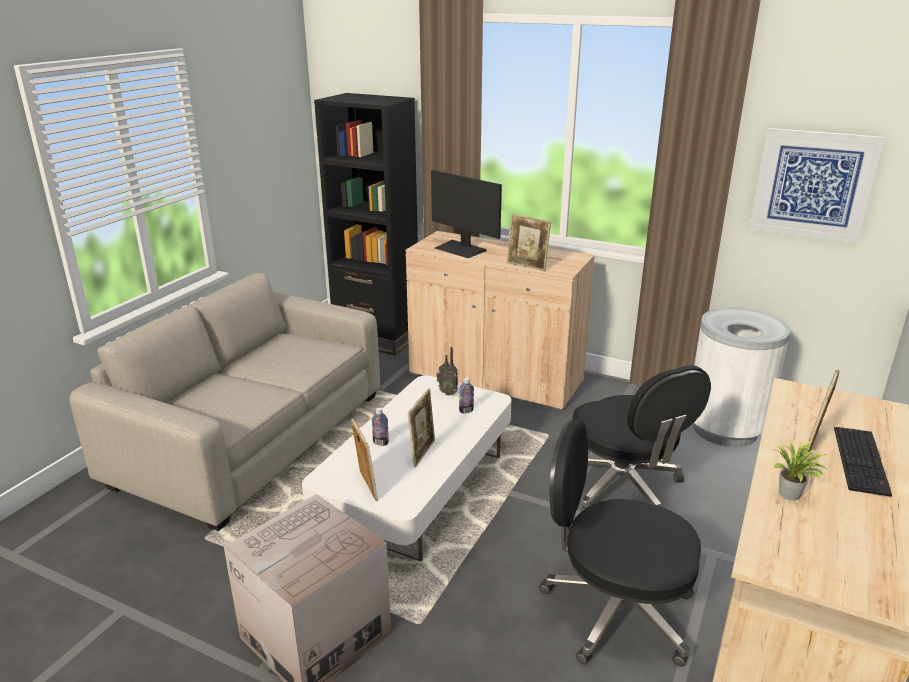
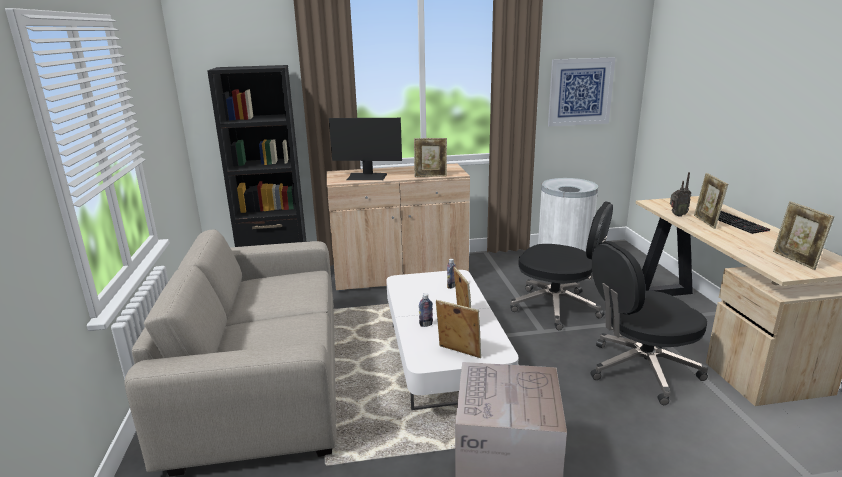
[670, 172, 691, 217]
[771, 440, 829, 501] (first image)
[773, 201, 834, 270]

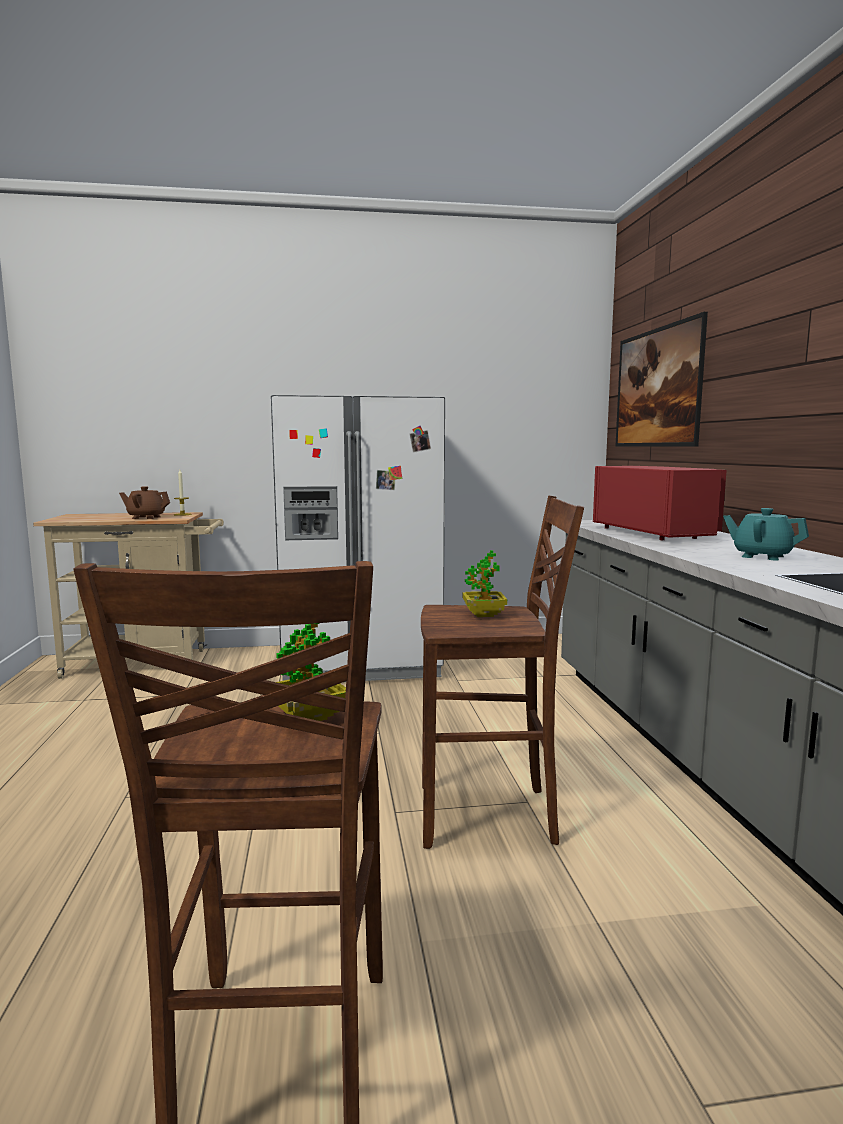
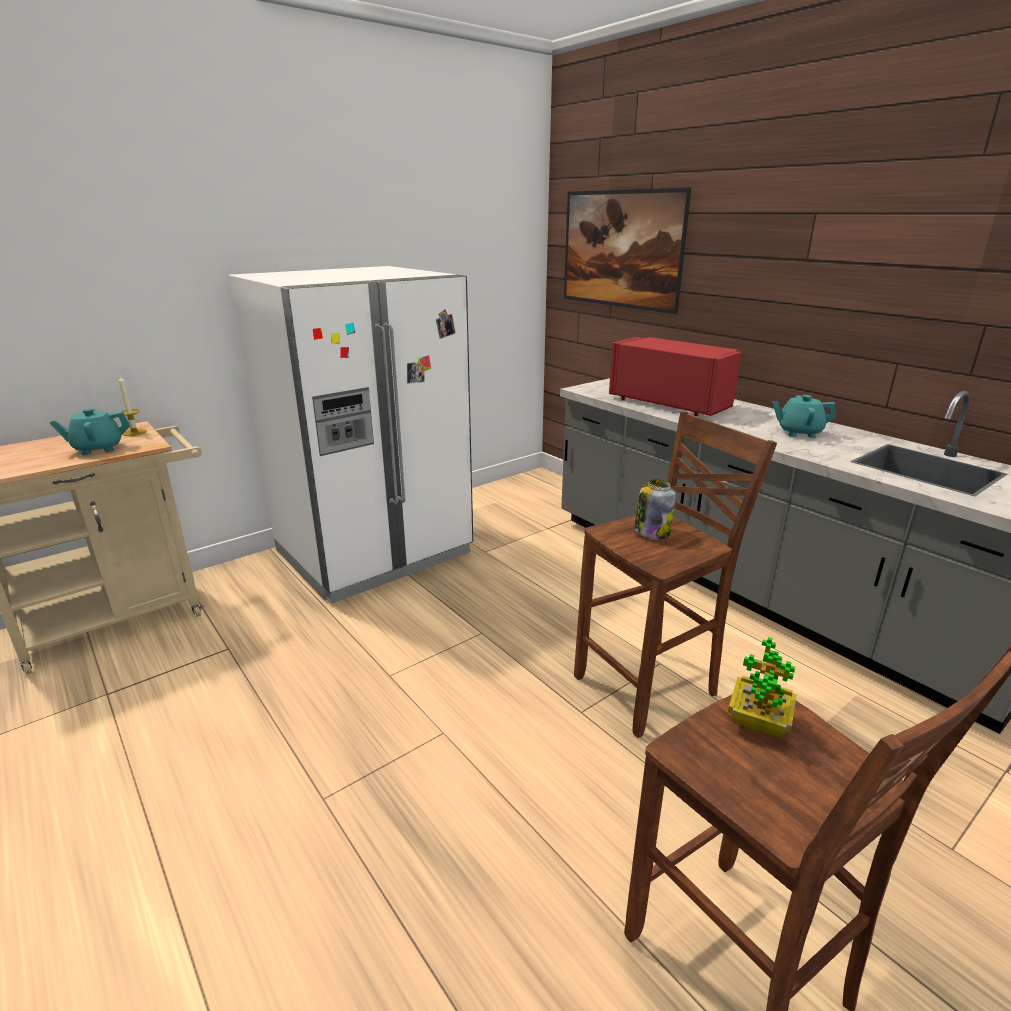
[50, 408, 130, 455]
[634, 479, 676, 539]

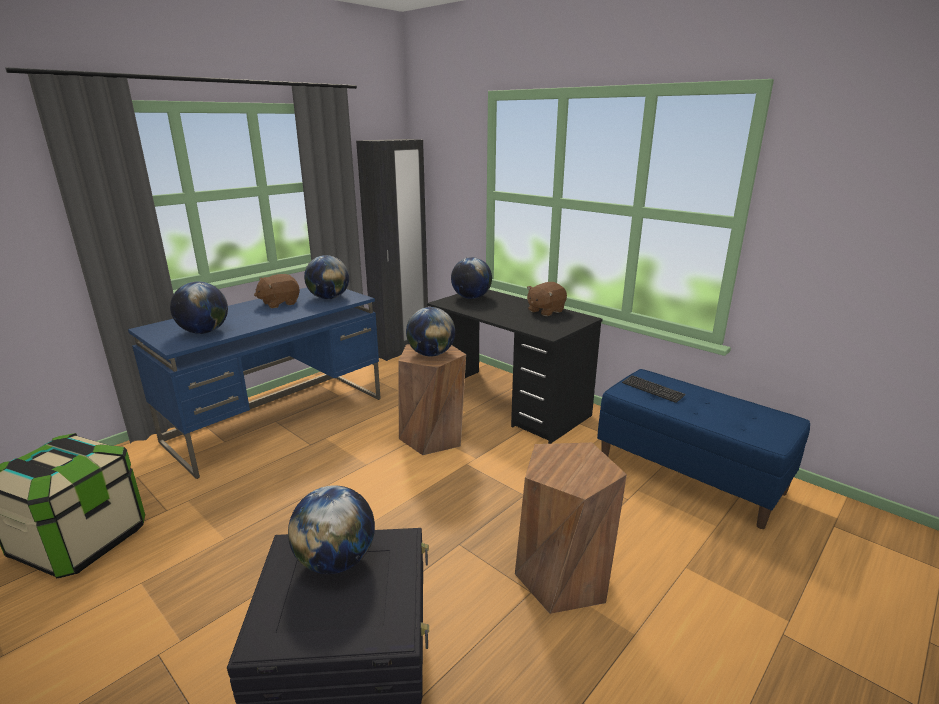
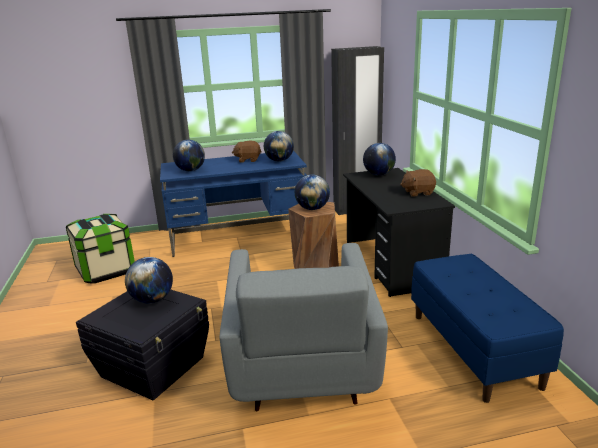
[220, 243, 388, 411]
[622, 375, 686, 403] (first image)

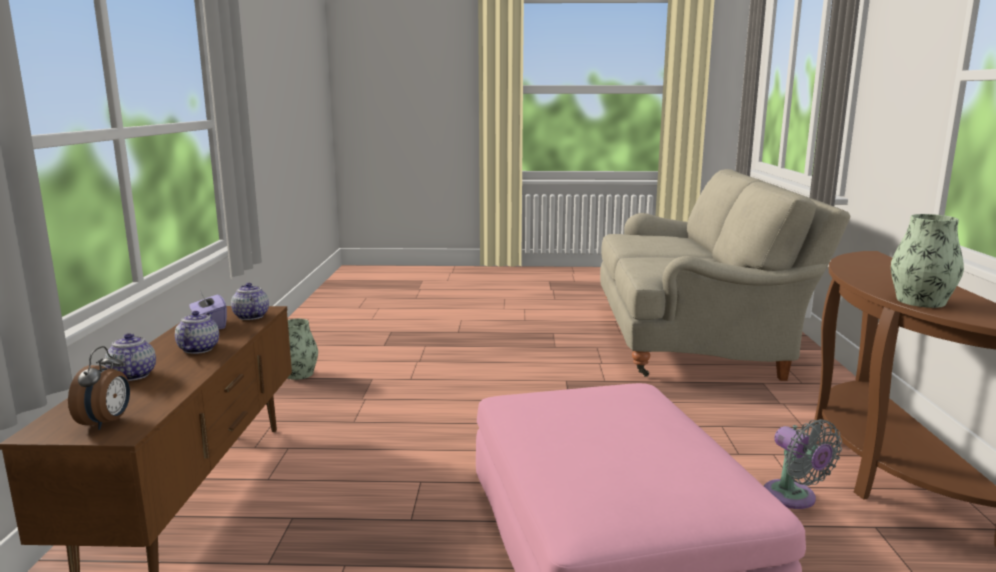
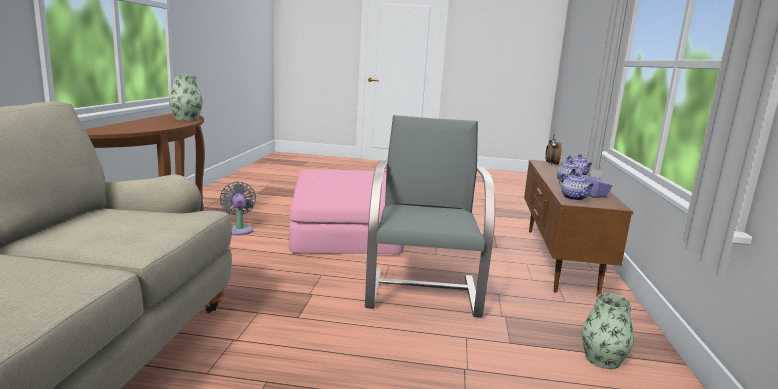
[365, 115, 495, 318]

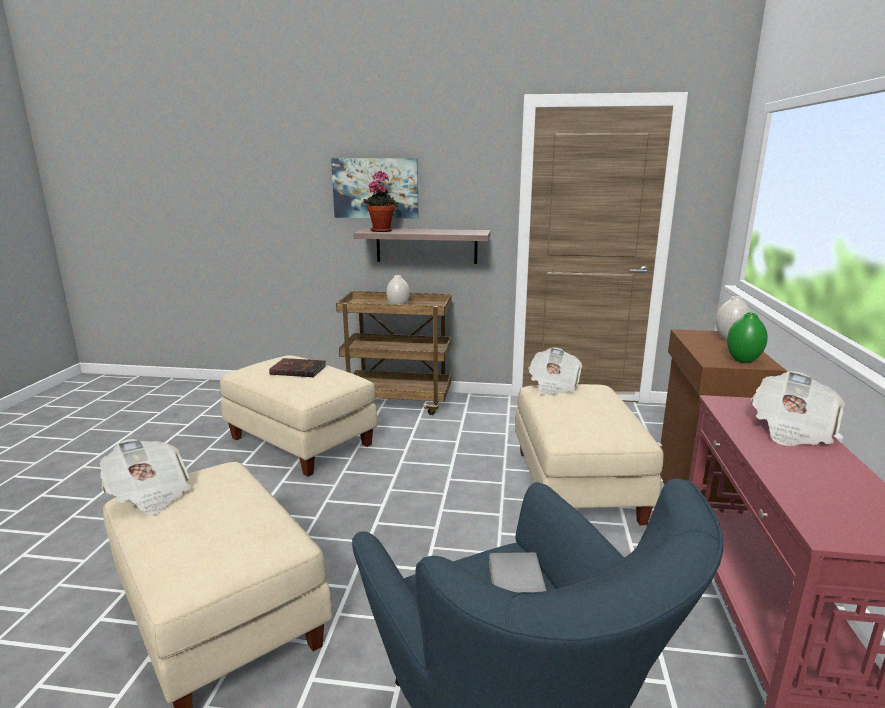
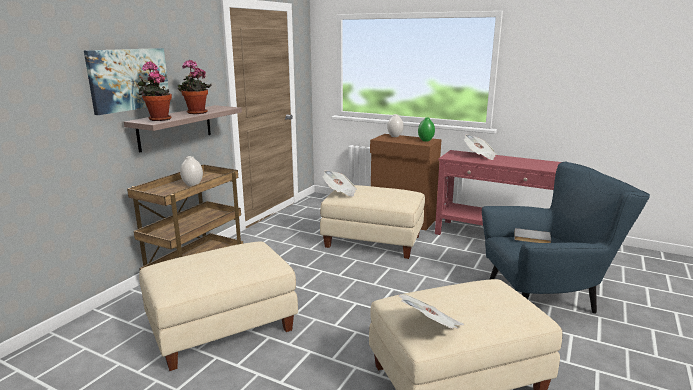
[269, 358, 327, 377] (first image)
[178, 60, 212, 114]

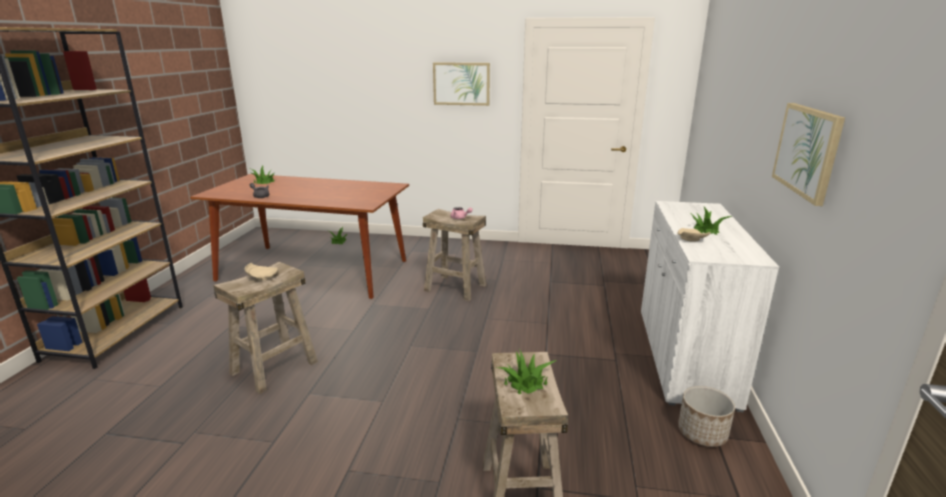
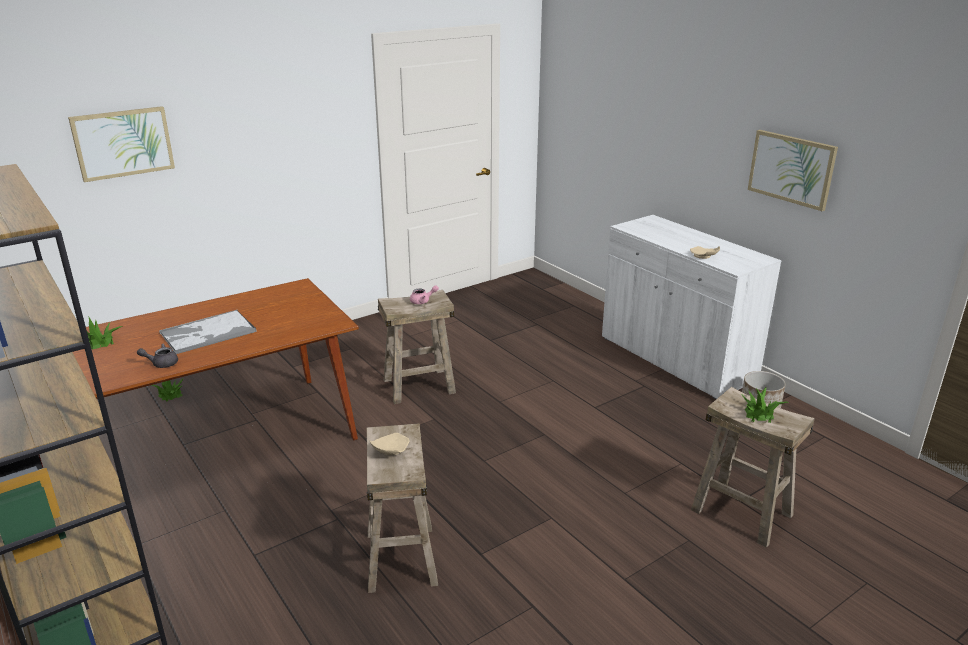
[68, 106, 175, 182]
[691, 207, 732, 235] (first image)
[159, 309, 257, 354]

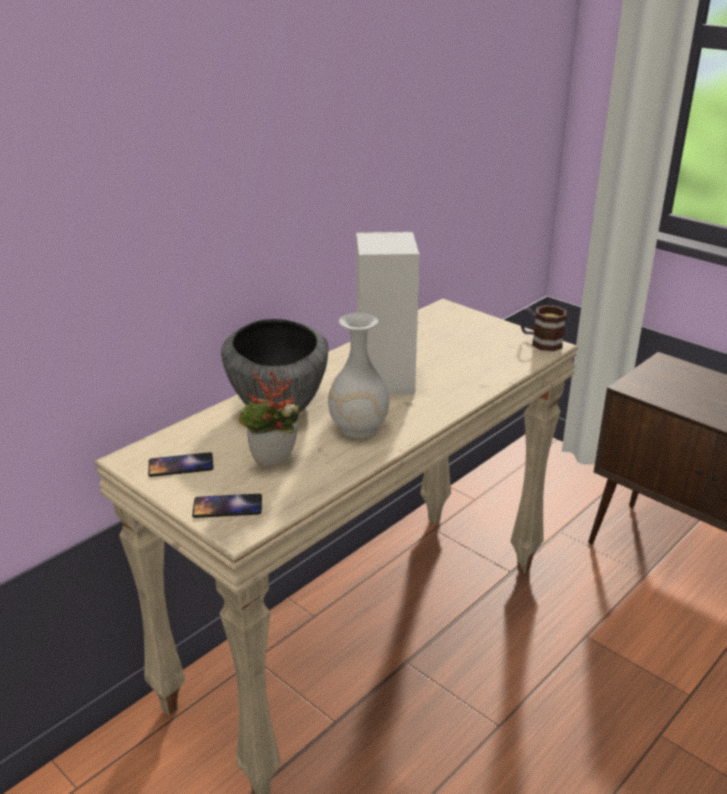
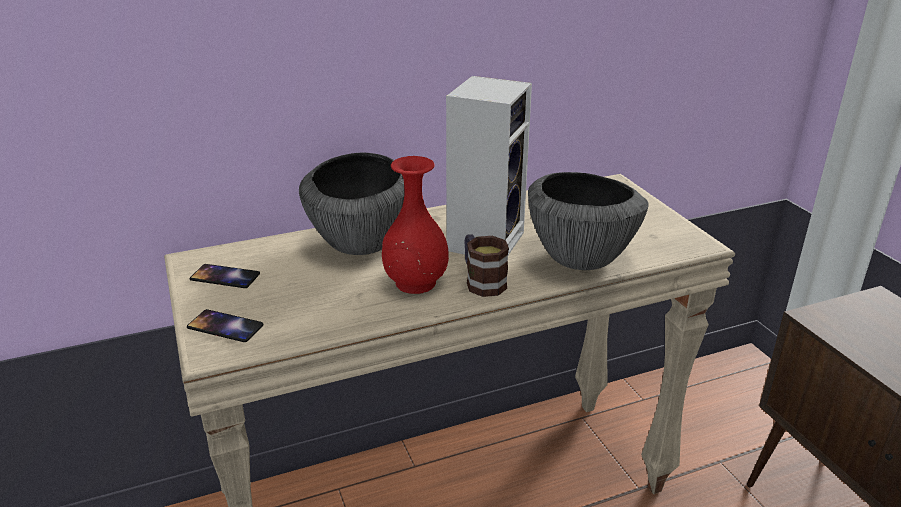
[238, 370, 299, 466] (first image)
[382, 156, 449, 294]
[464, 234, 509, 297]
[528, 172, 649, 270]

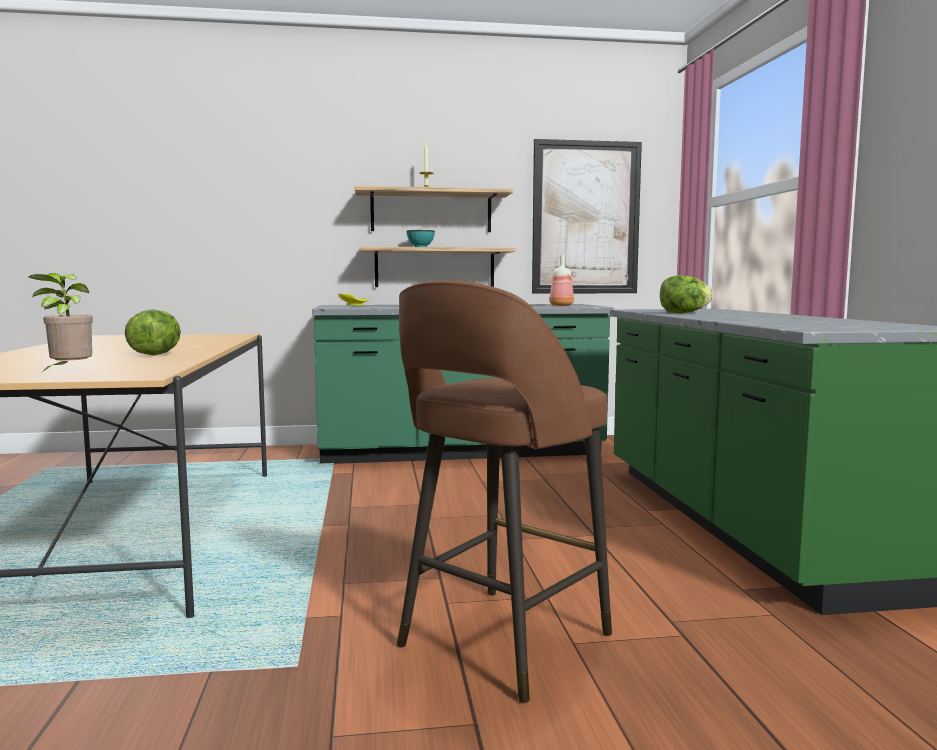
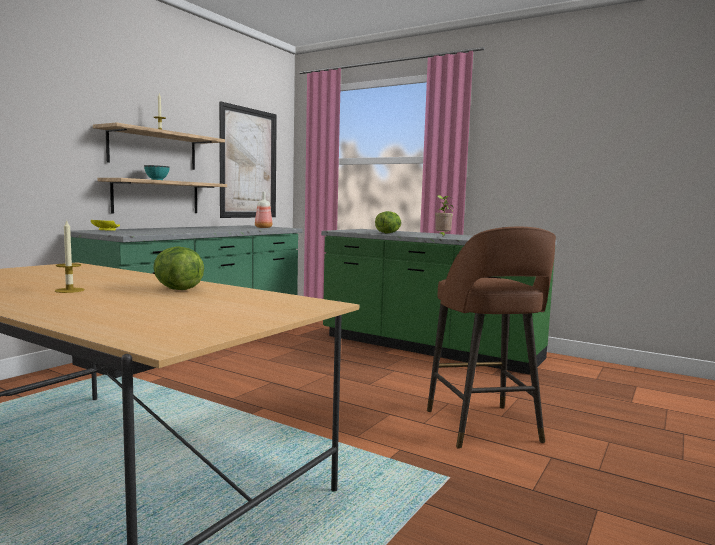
[435, 195, 454, 236]
[55, 219, 85, 293]

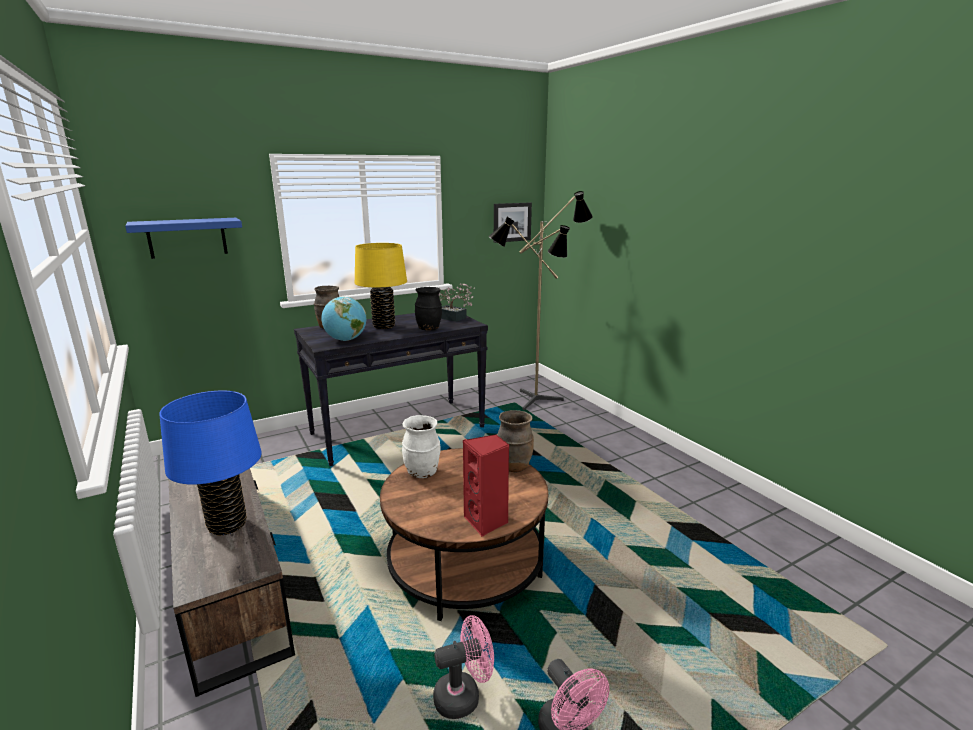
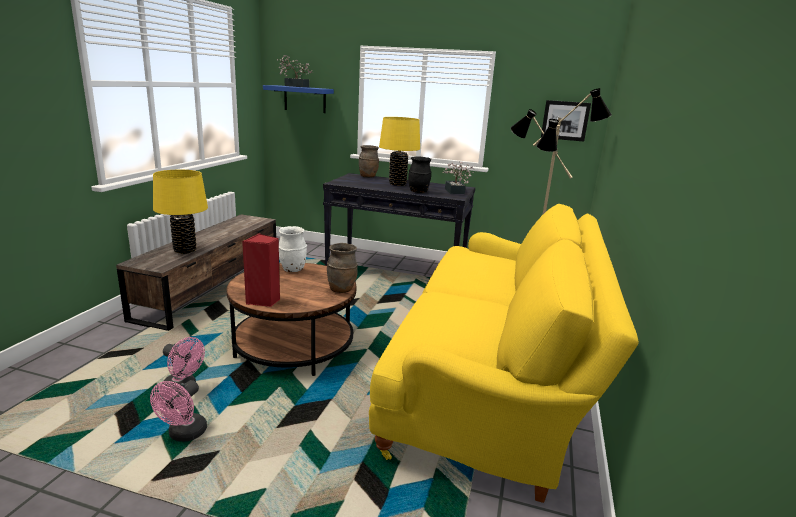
[153, 170, 208, 254]
[321, 297, 366, 341] (first image)
[277, 55, 313, 87]
[369, 204, 639, 503]

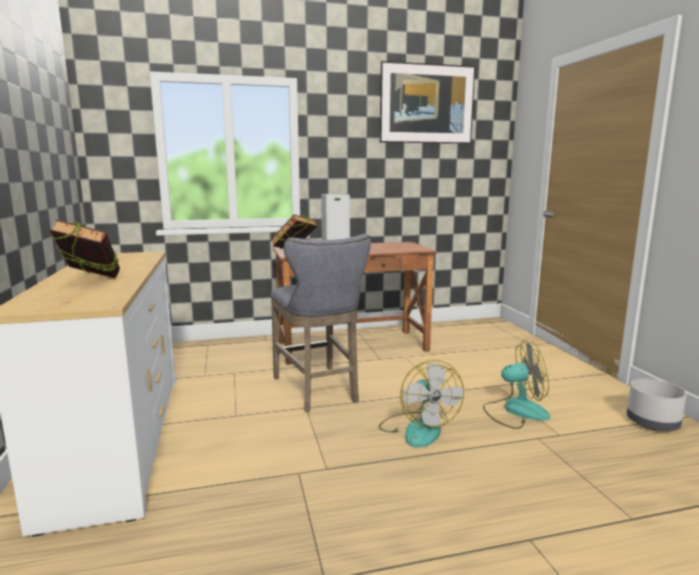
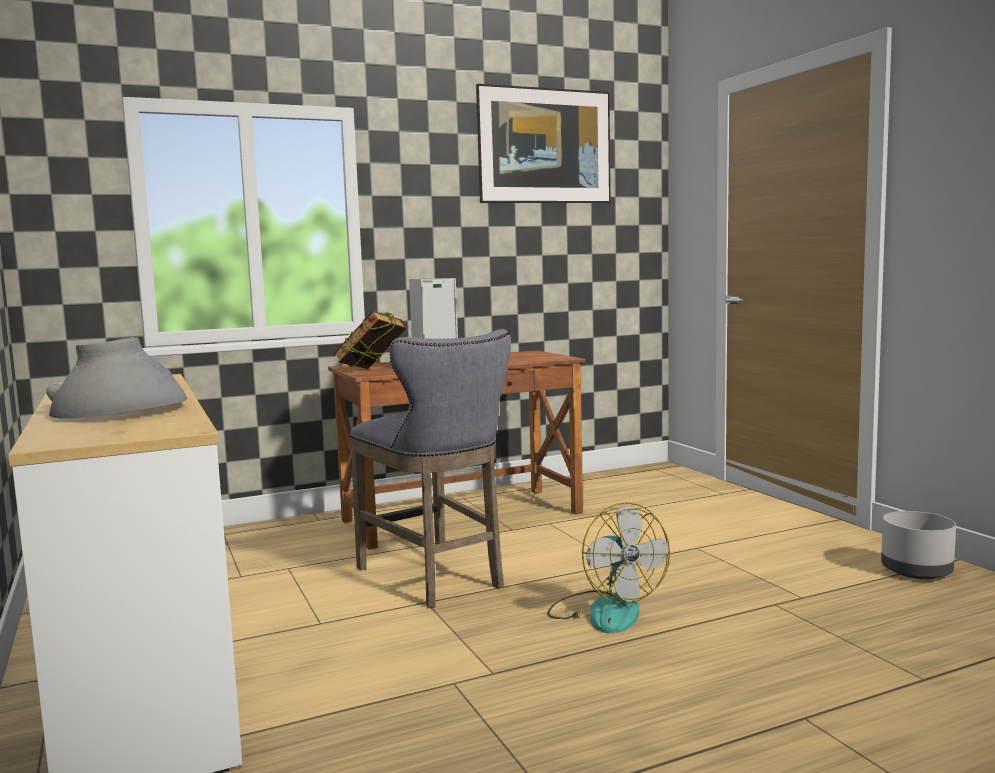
[46, 337, 187, 419]
[483, 340, 550, 429] (first image)

